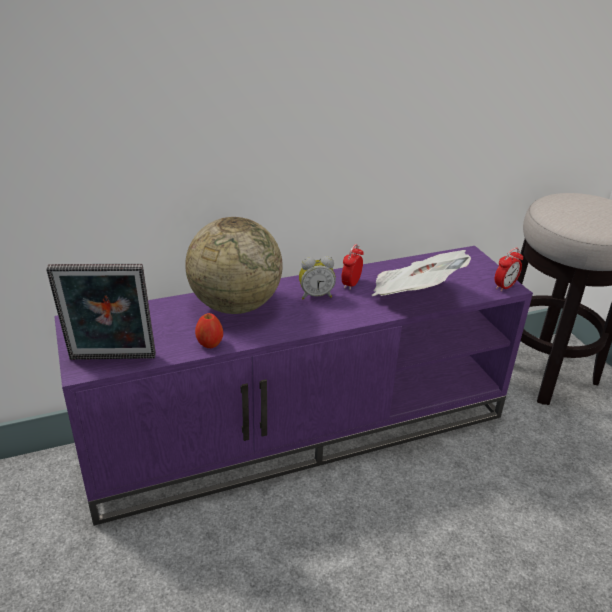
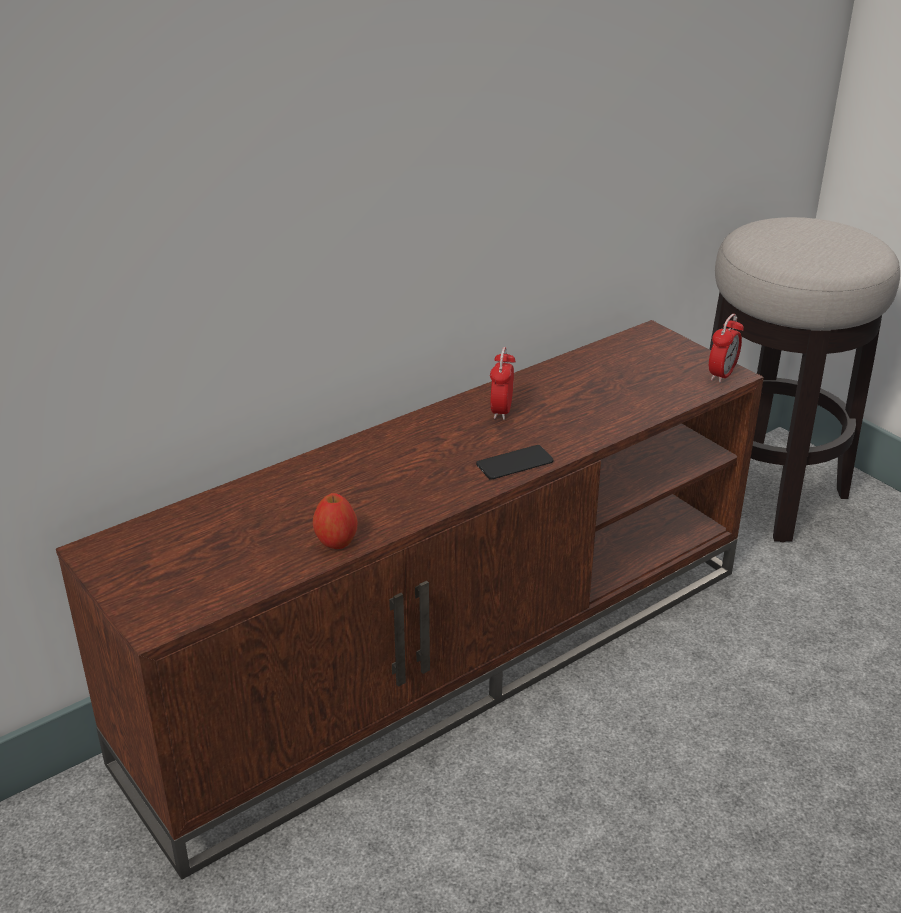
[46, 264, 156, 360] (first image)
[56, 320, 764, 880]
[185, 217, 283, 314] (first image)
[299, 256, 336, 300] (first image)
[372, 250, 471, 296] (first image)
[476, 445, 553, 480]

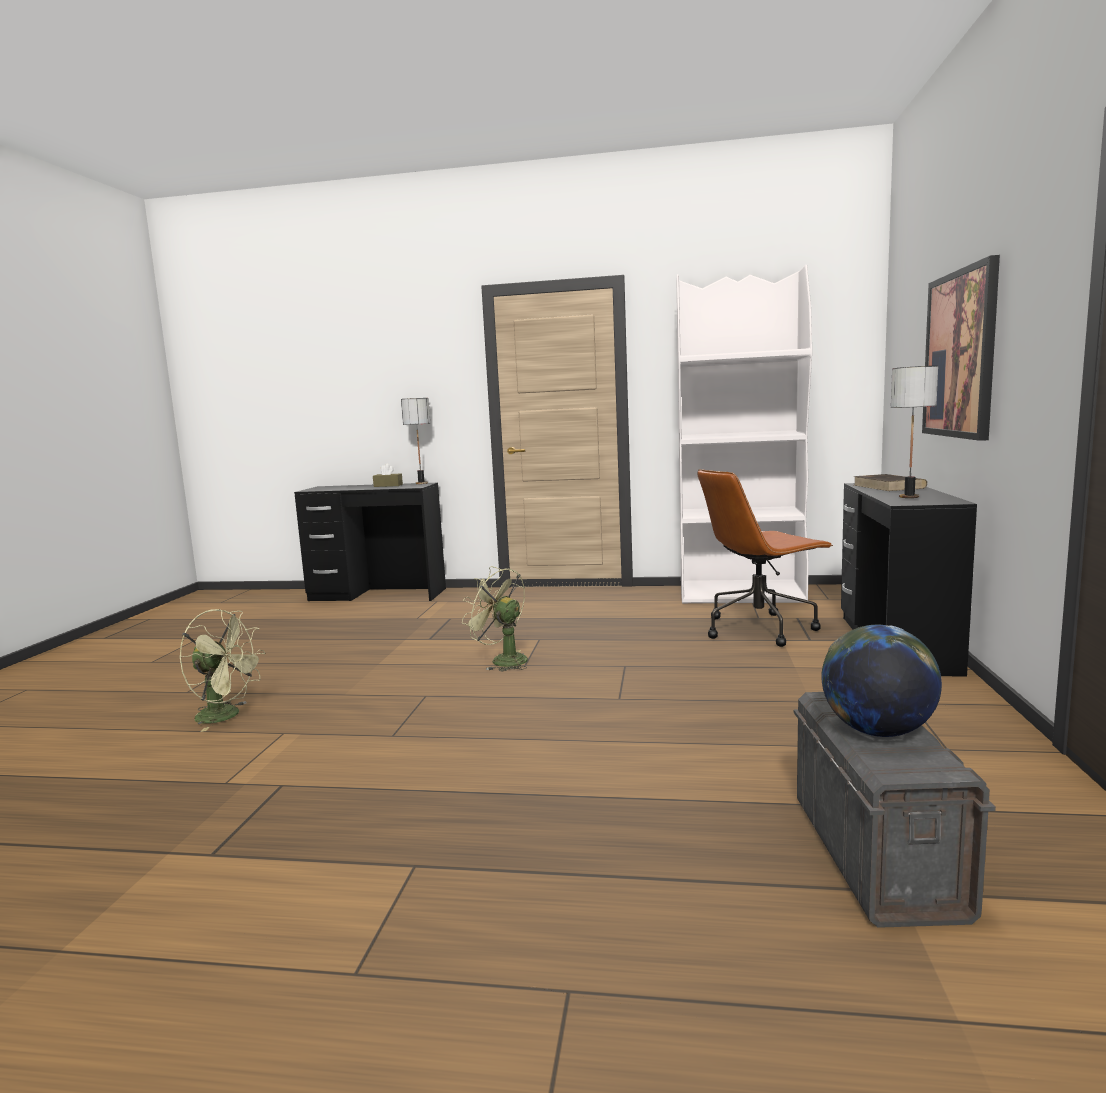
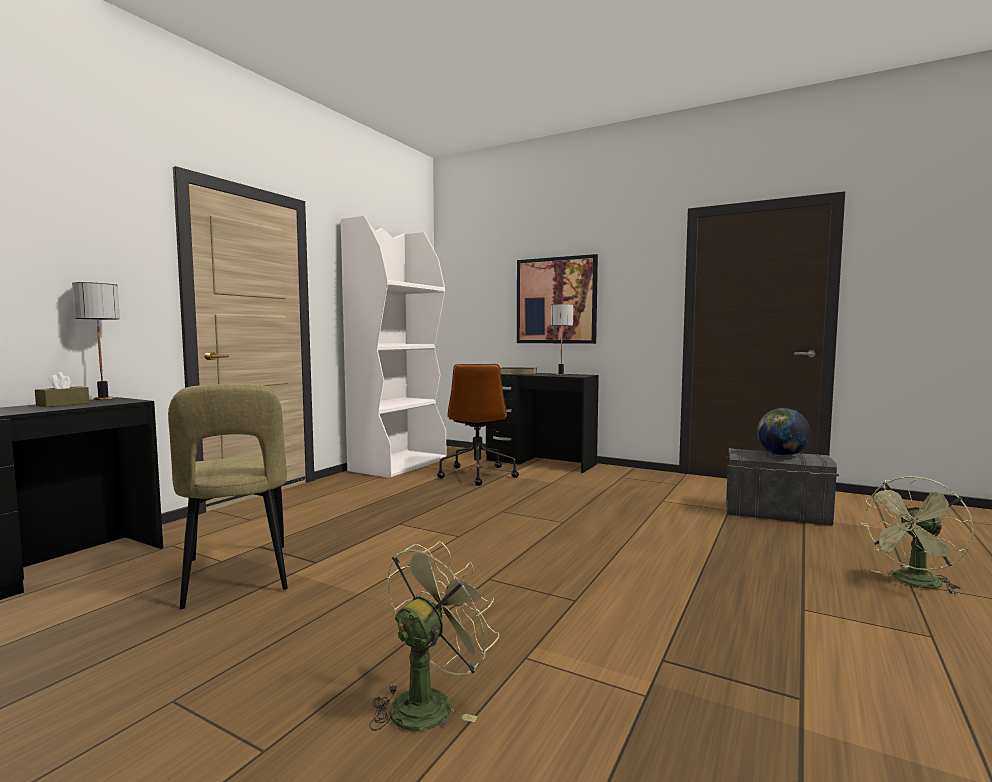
[859, 476, 974, 595]
[168, 384, 288, 609]

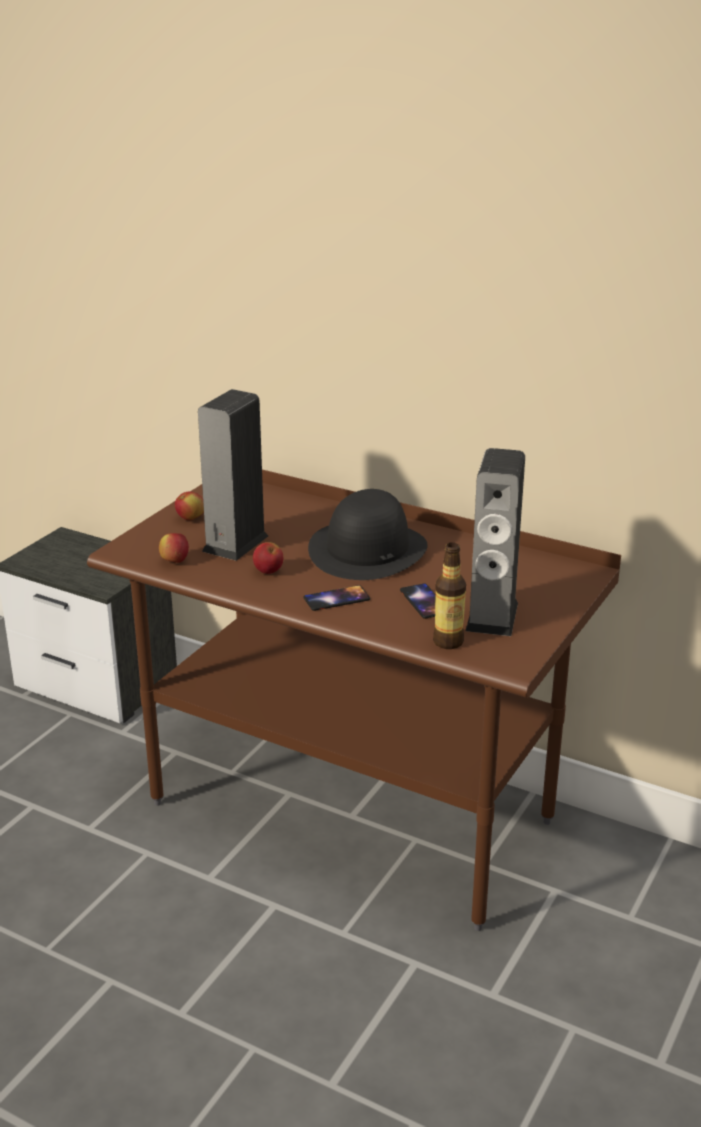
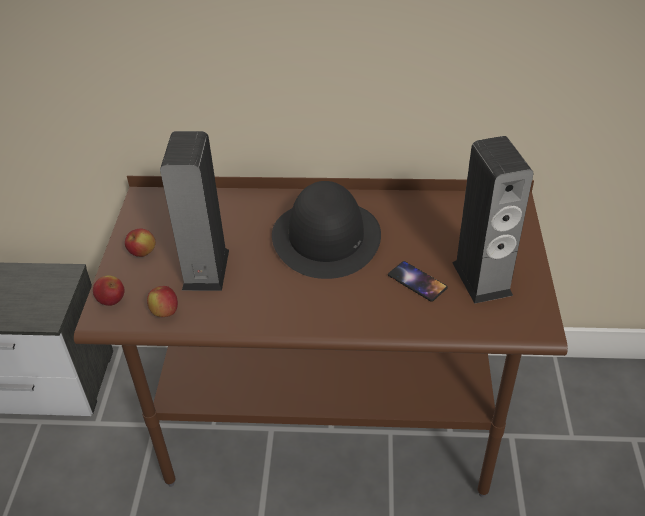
[93, 275, 125, 306]
[303, 585, 370, 611] (first image)
[433, 542, 466, 649] (first image)

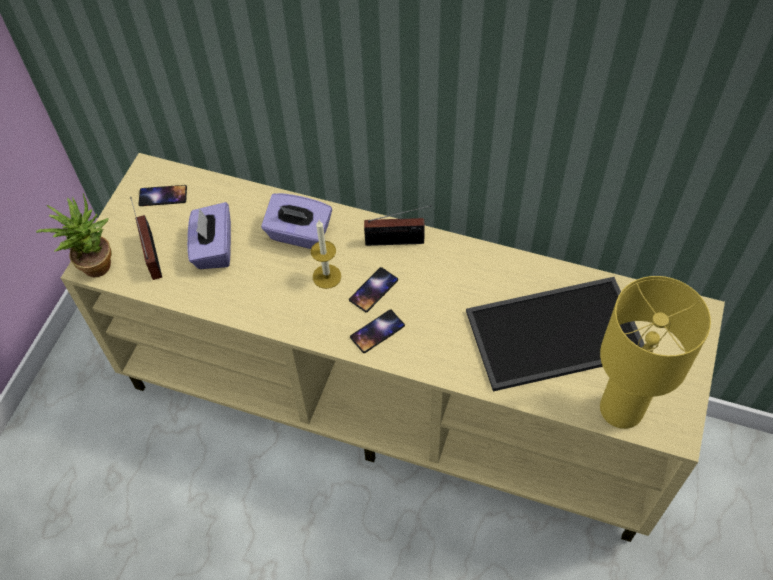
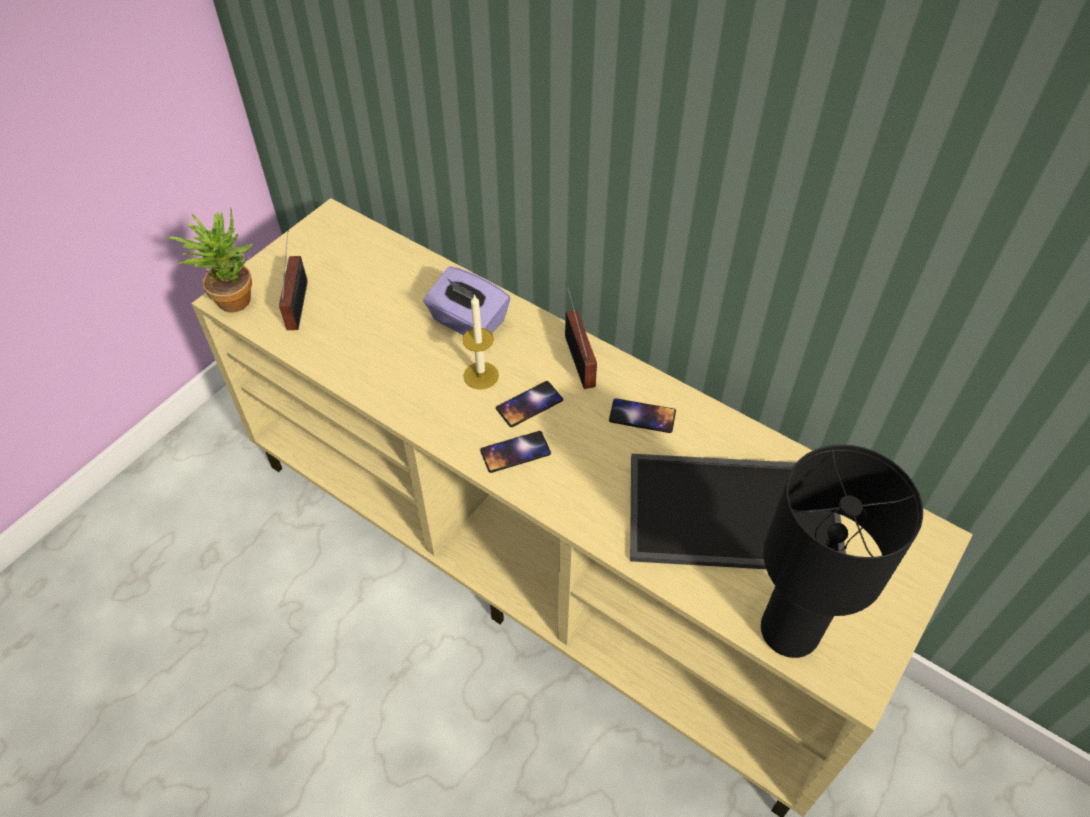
[609, 398, 676, 433]
[187, 202, 231, 269] (first image)
[565, 284, 597, 389]
[761, 444, 923, 658]

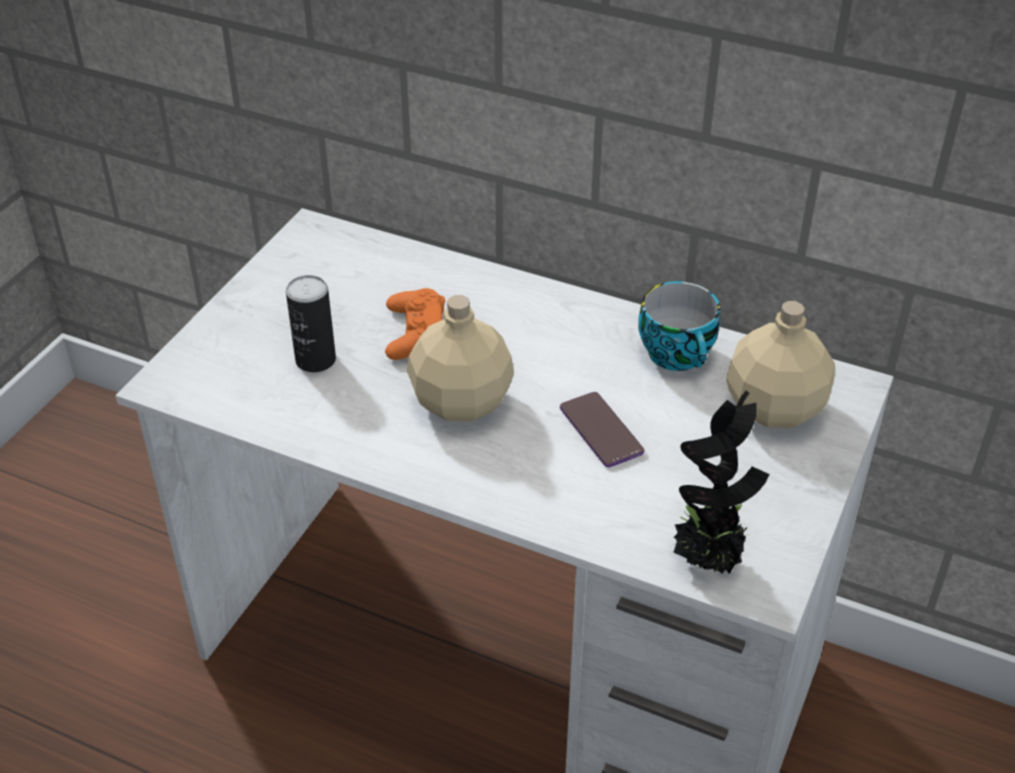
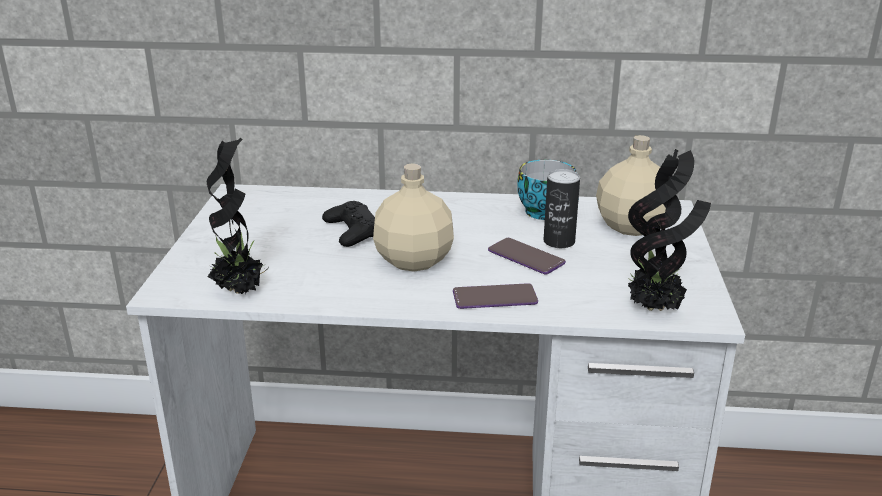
[544, 169, 580, 248]
[322, 201, 375, 247]
[207, 138, 269, 294]
[453, 283, 538, 309]

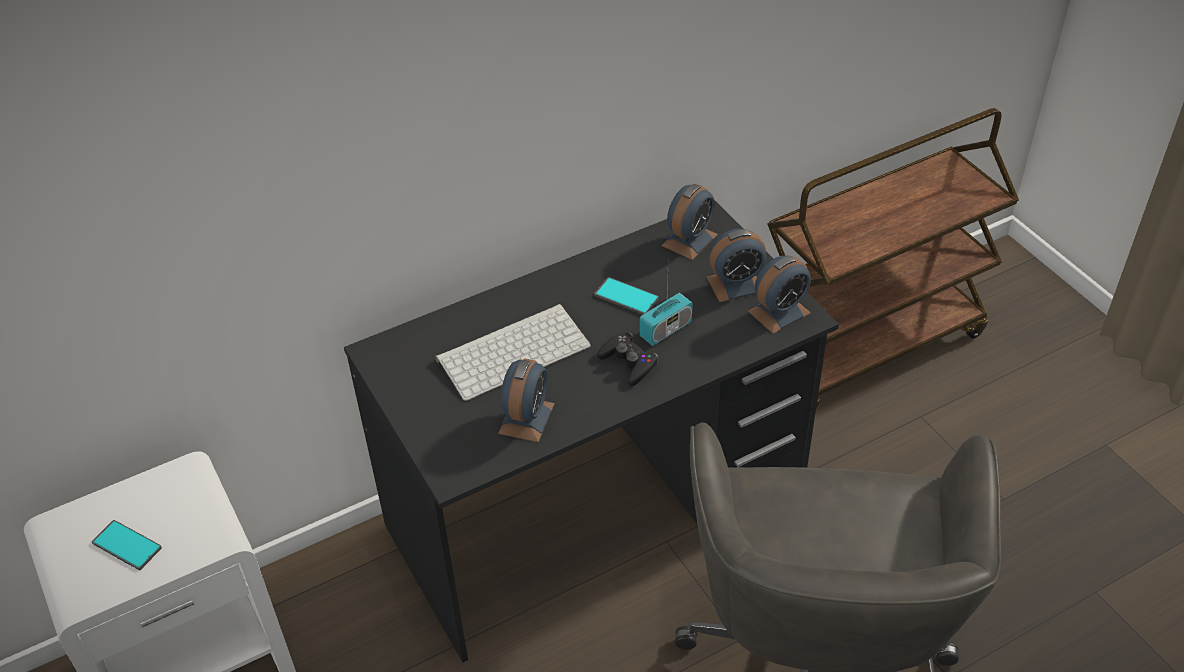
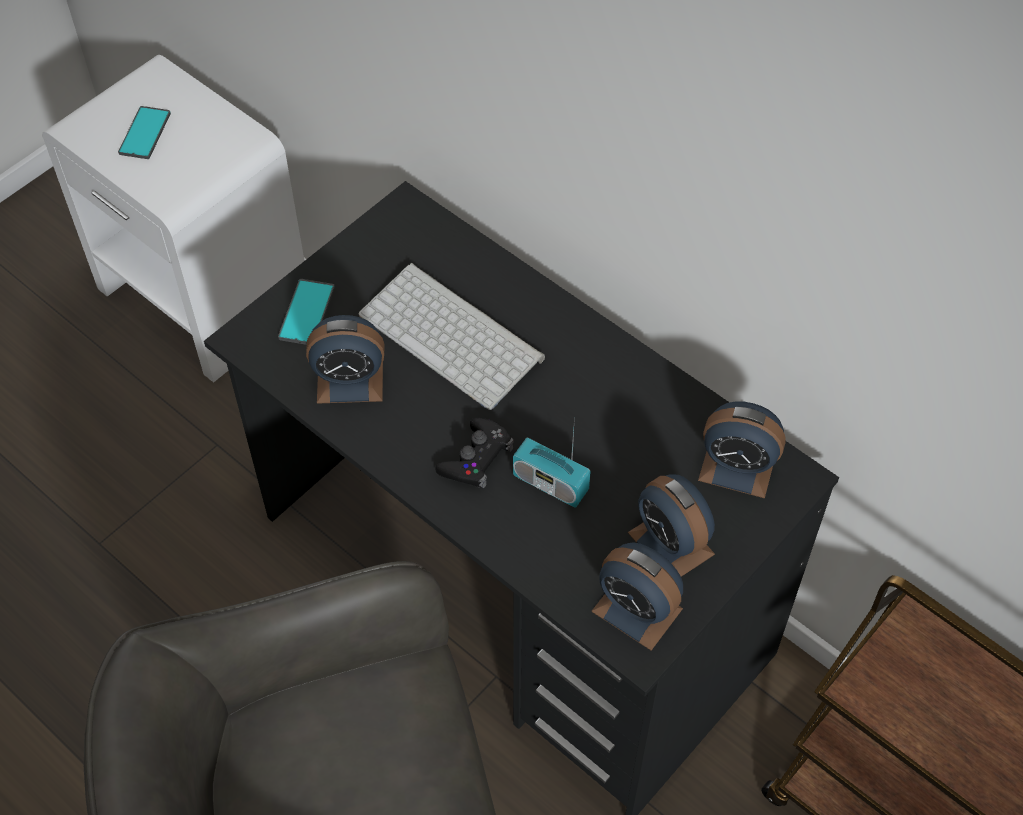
[278, 279, 335, 345]

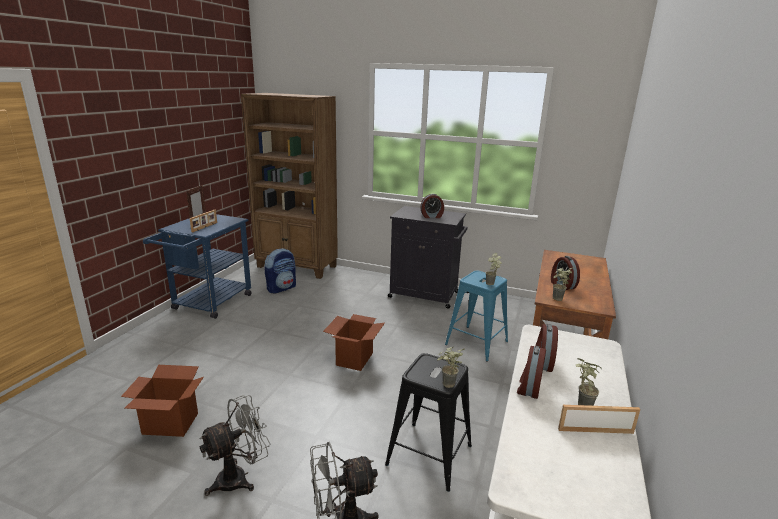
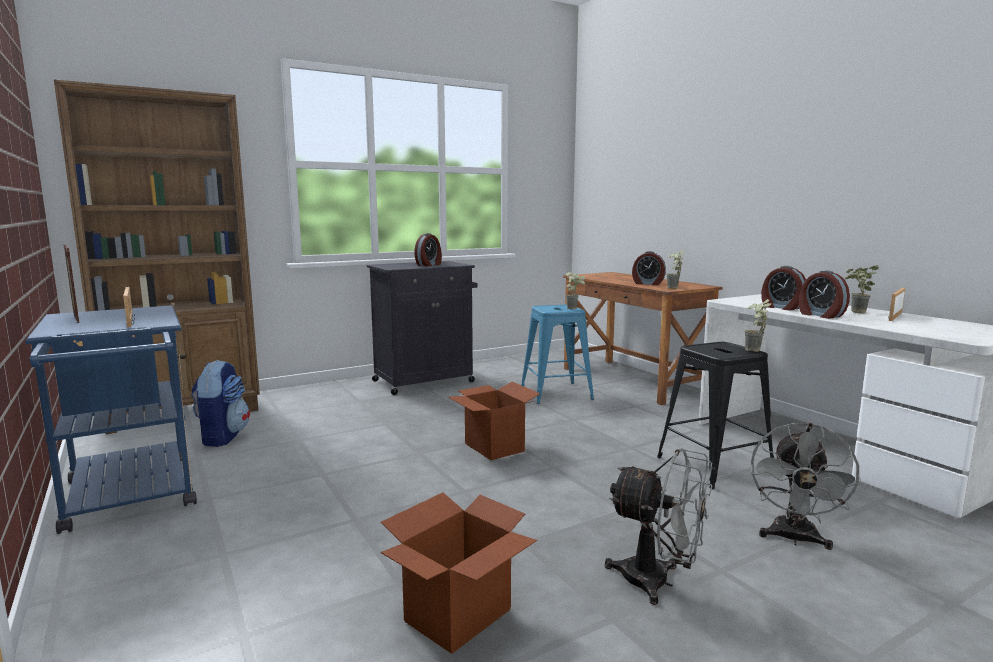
[605, 448, 712, 605]

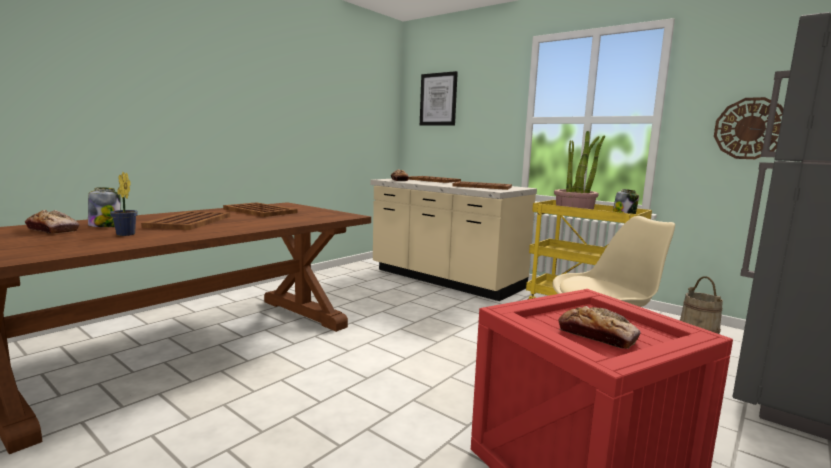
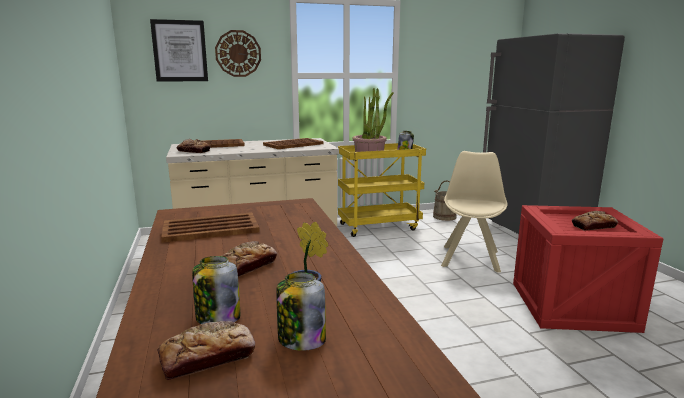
[222, 241, 277, 277]
[215, 30, 261, 77]
[276, 272, 326, 351]

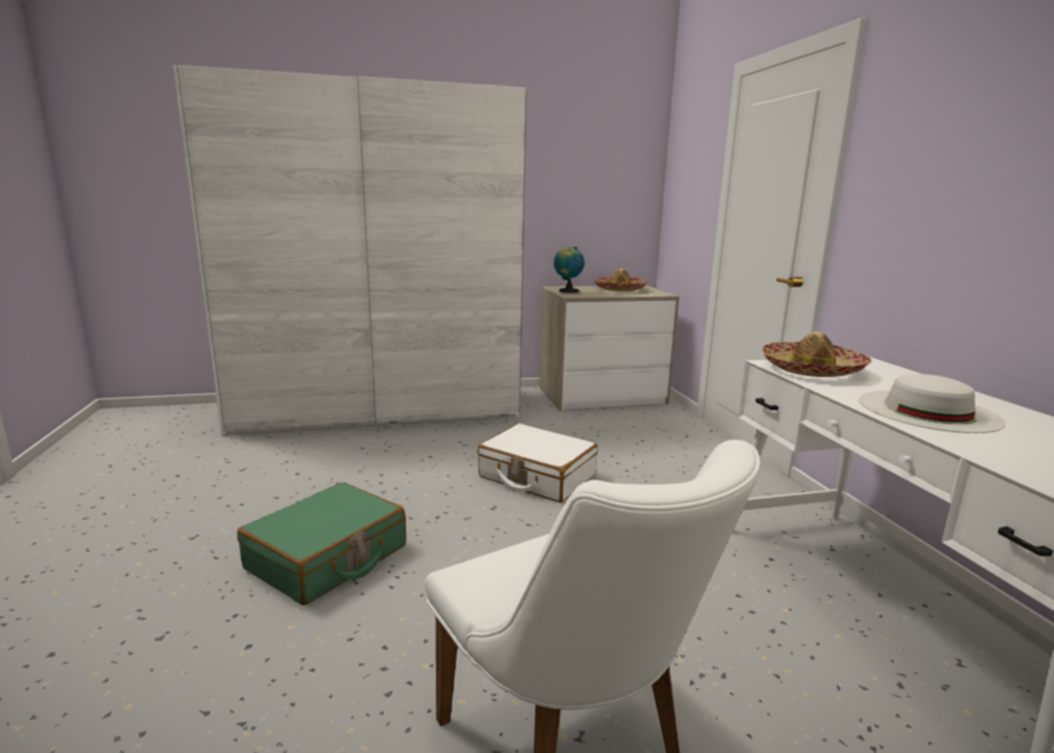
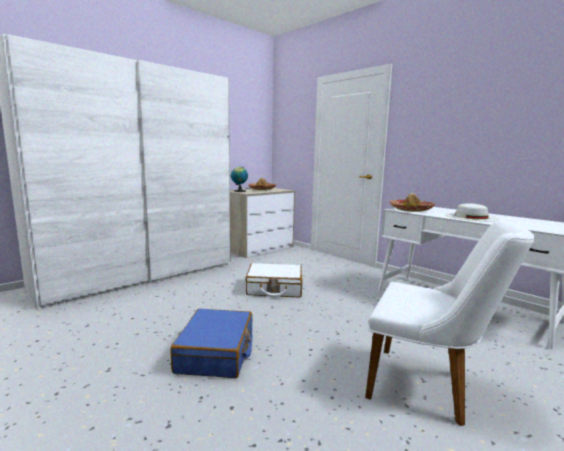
[170, 309, 253, 378]

